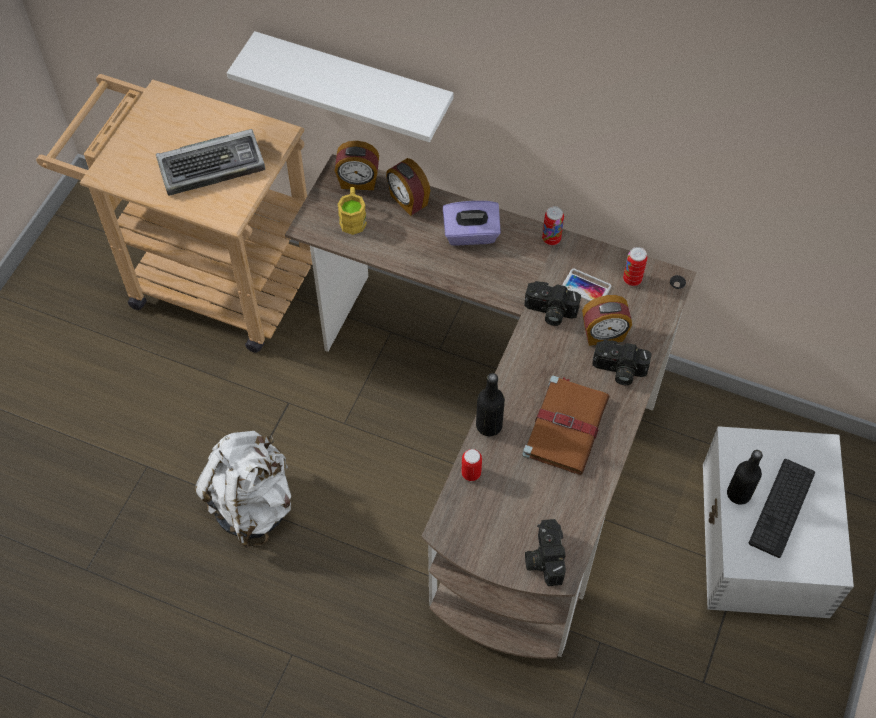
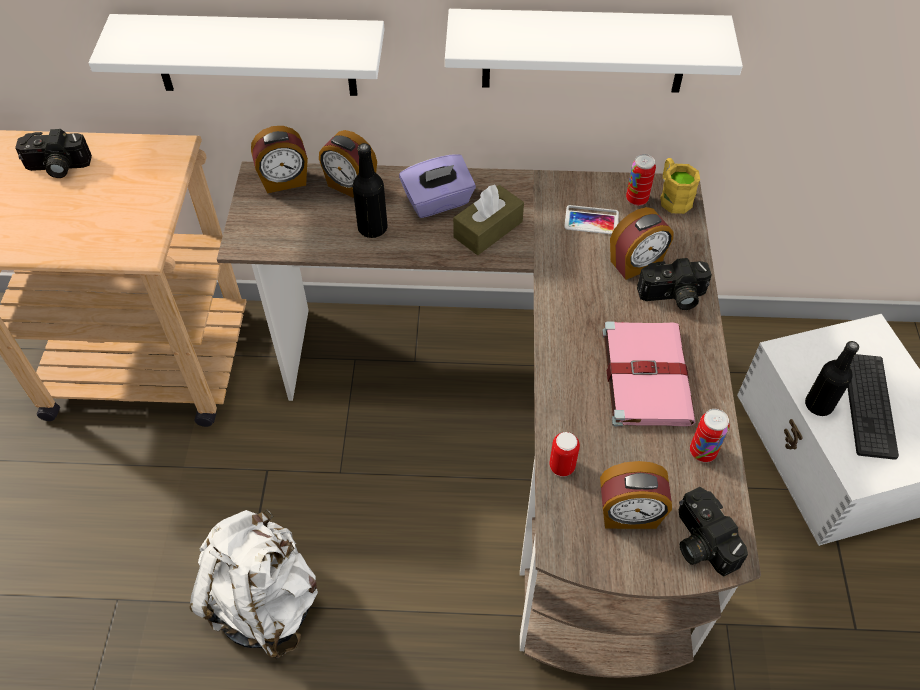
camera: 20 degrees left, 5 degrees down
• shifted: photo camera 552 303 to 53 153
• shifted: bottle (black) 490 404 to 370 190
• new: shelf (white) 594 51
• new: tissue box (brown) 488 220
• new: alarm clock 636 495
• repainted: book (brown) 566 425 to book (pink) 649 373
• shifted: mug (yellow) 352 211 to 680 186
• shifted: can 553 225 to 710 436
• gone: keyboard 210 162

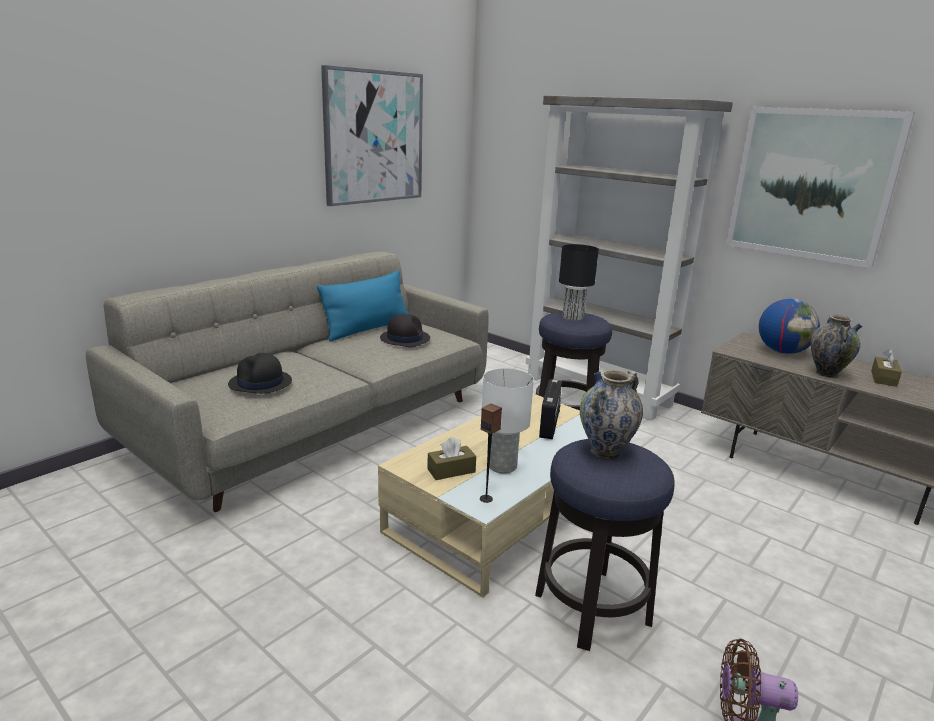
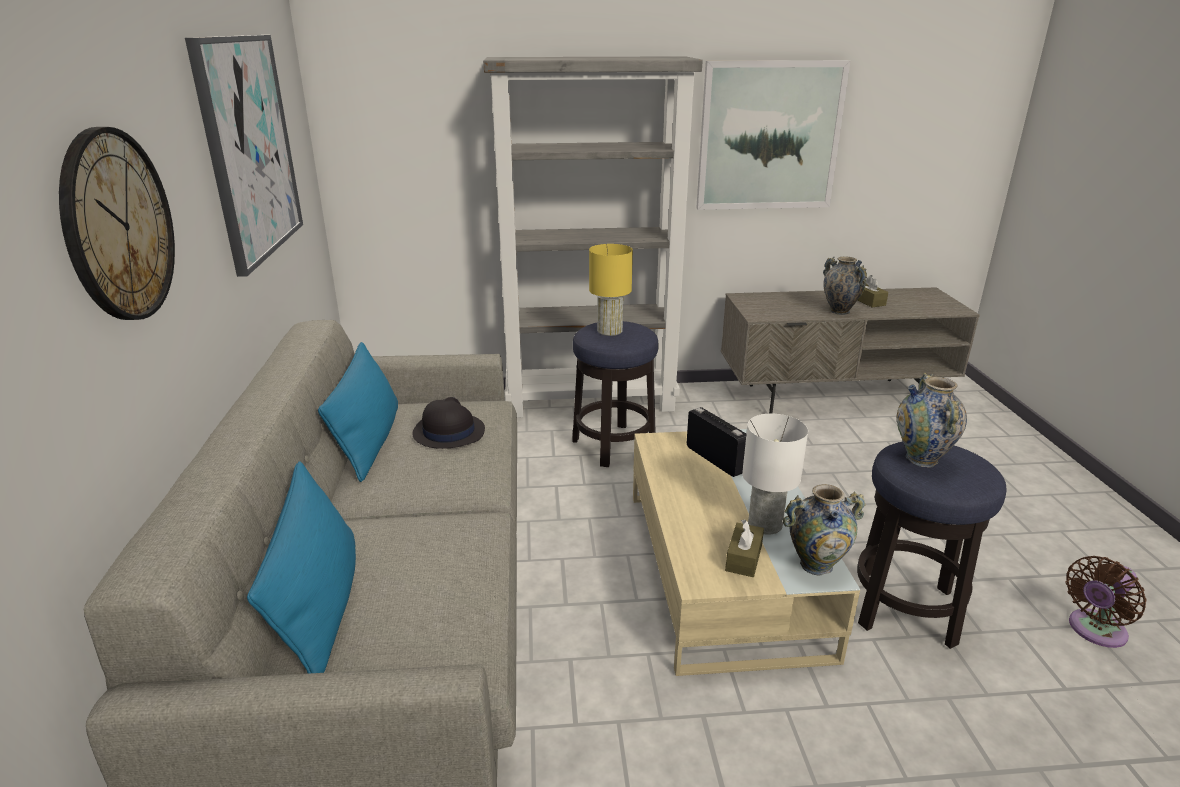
camera: 45 degrees left, 5 degrees up
• new: wall clock 117 223
• new: pillow (blue) 301 567
• repainted: table lamp (black) 579 282 to table lamp (yellow) 611 290
• swapped: speaker 491 453 to vase 824 530
• gone: hat (black) 260 373
• gone: globe 789 326

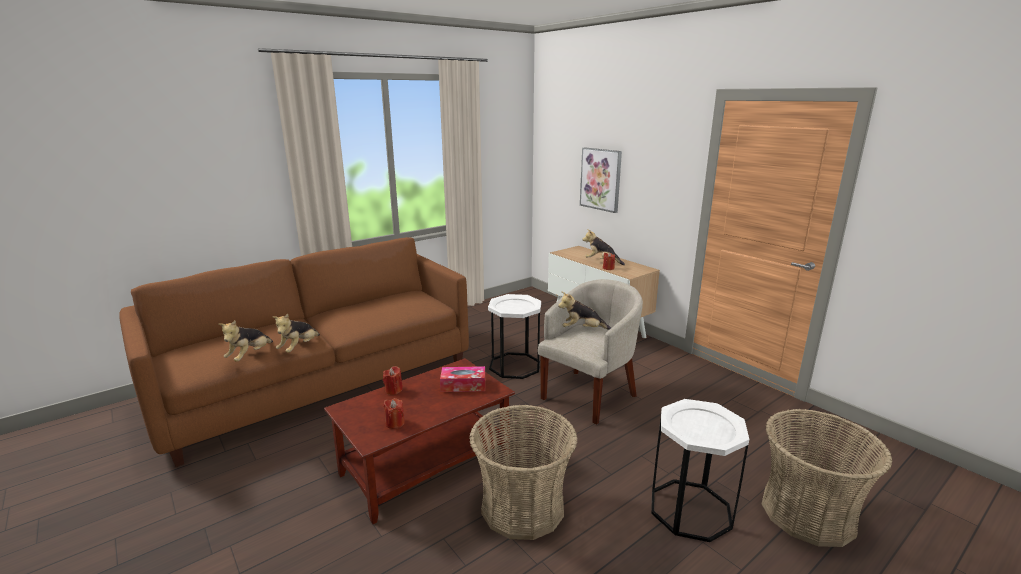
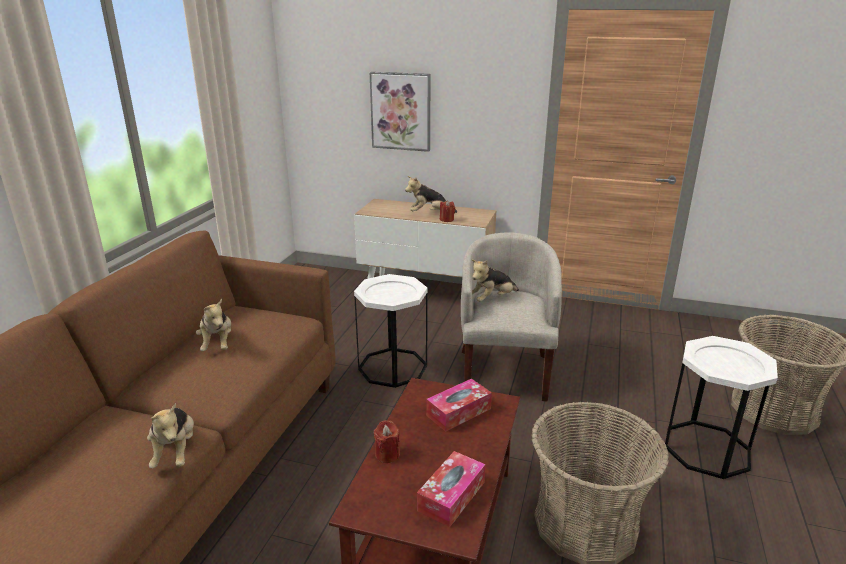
camera: 35 degrees left, 5 degrees up
• shifted: plush toy 246 341 to 213 325
• swapped: candle (red) 394 413 to tissue box 451 489

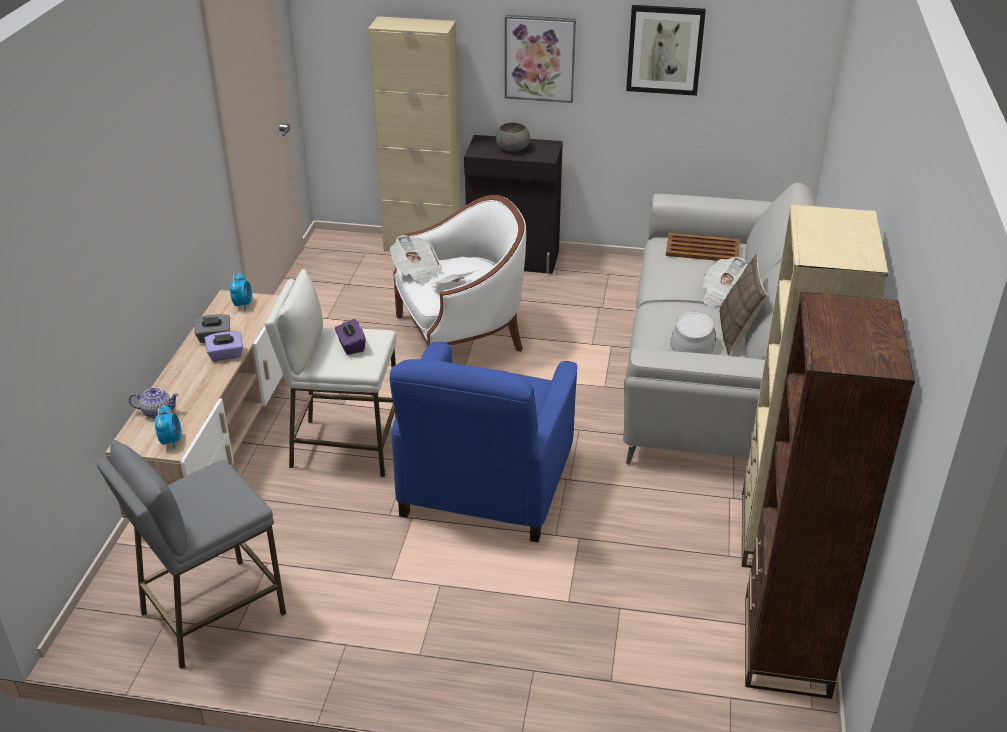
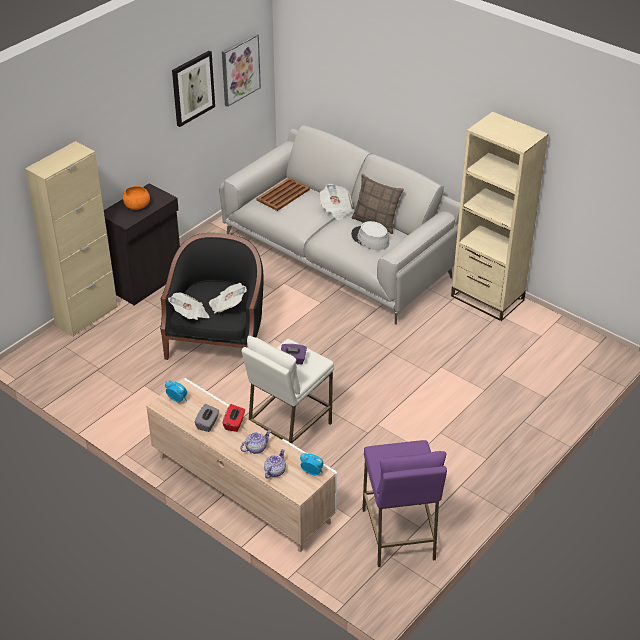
camera: 60 degrees left, 5 degrees up
• repainted: bowl (grey) 513 136 to bowl (orange) 136 198
• repainted: armchair (white) 459 273 to armchair (black) 212 296
• shifted: picture 540 59 to 241 70
• repainted: tissue box (purple) 224 346 to tissue box (red) 234 418
• new: teapot 255 442
• repainted: stool (grey) 191 554 to stool (purple) 404 503
• gone: armchair (blue) 484 442
• gone: bookcase (brown) 830 495

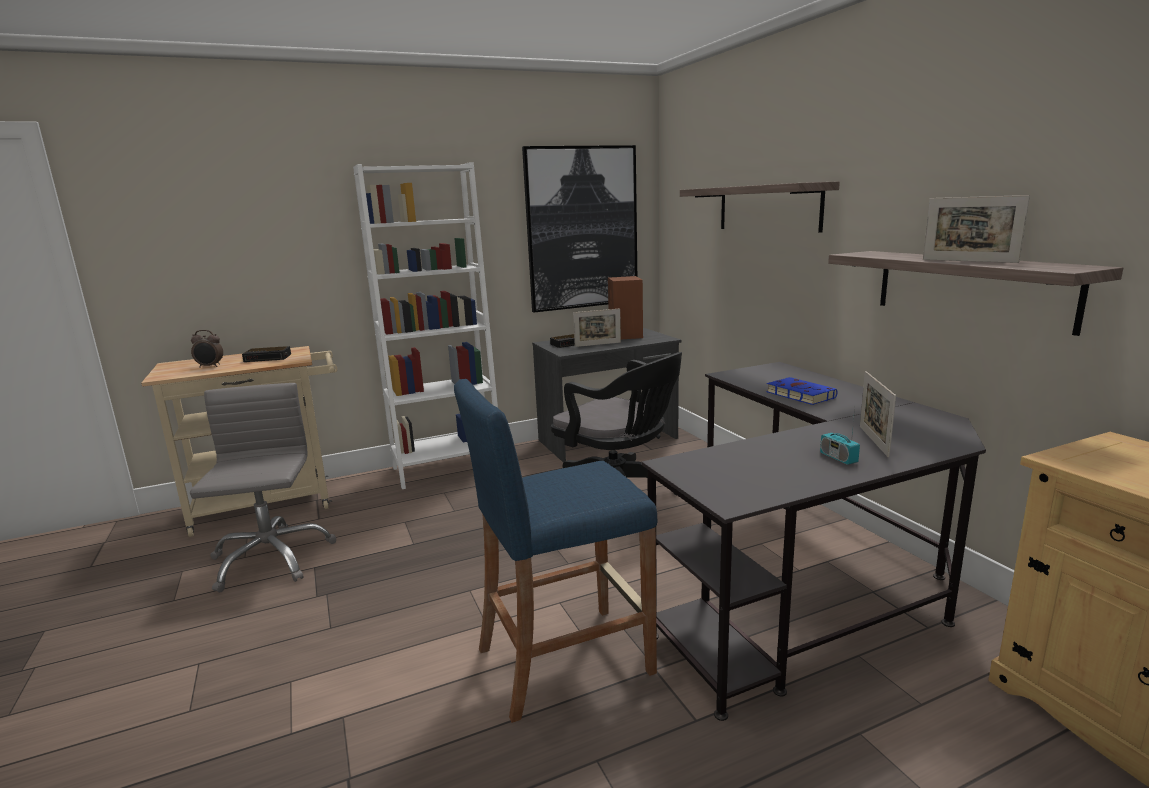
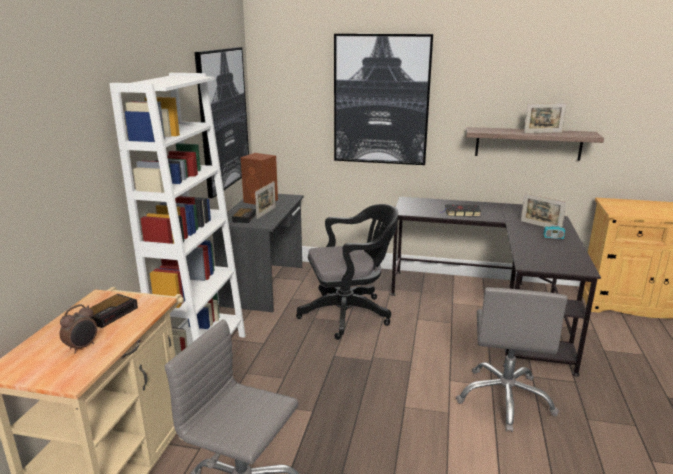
camera: 55 degrees left, 5 degrees up
• swapped: shelf 760 207 to picture 383 99
• repainted: book (blue) 801 391 to book (black) 460 211
• swapped: stool (blue) 555 551 to office chair (grey) 512 359

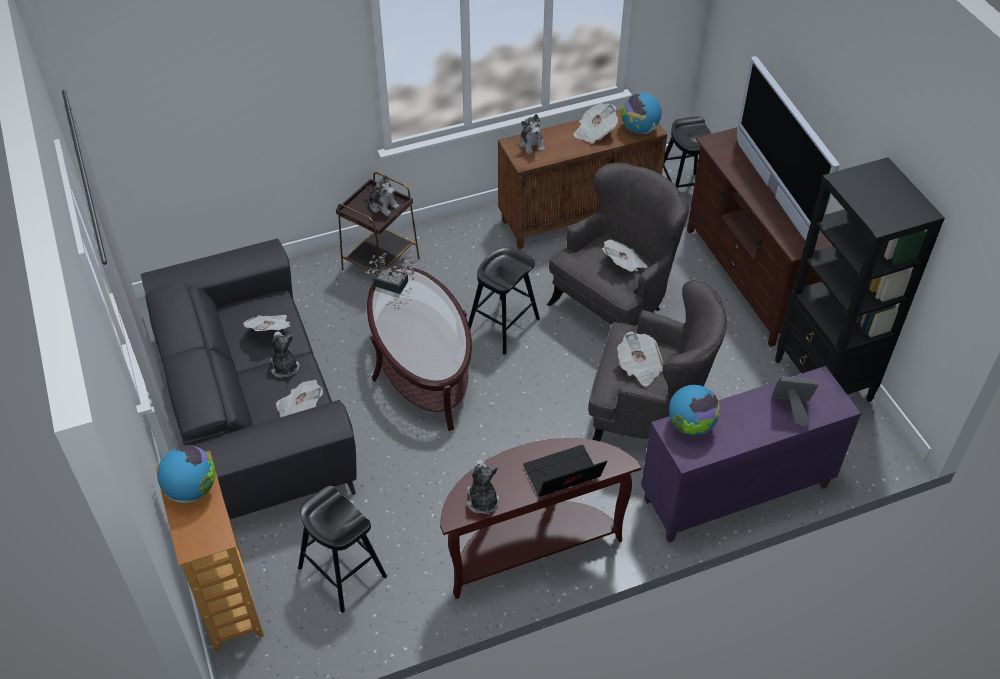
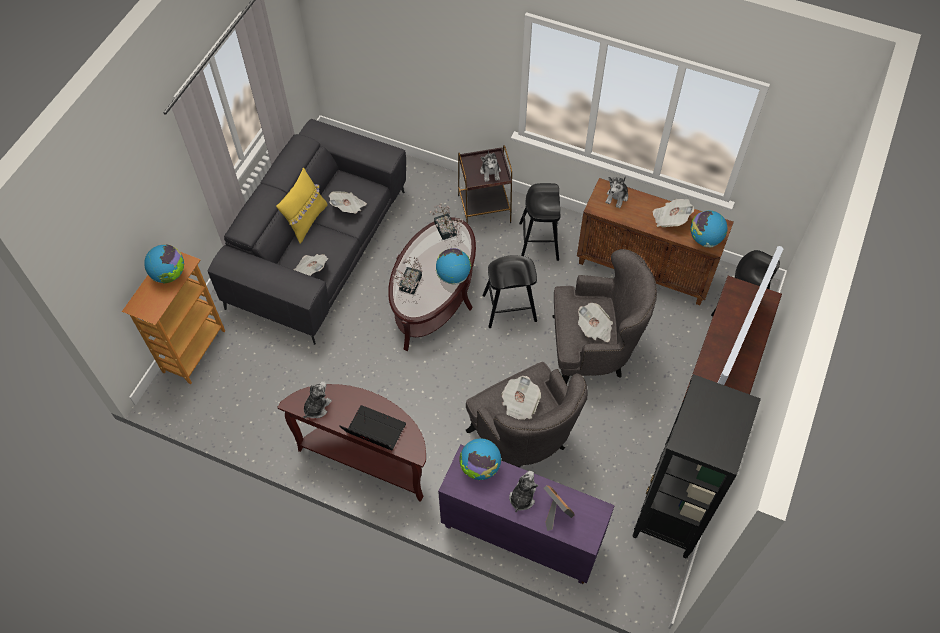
camera: 45 degrees right, 10 degrees up
• new: pillow (yellow) 302 206
• new: potted plant 407 275
• new: globe 453 266
• shifted: plush toy 285 355 to 523 491
• shifted: stool (black) 342 549 to 540 222

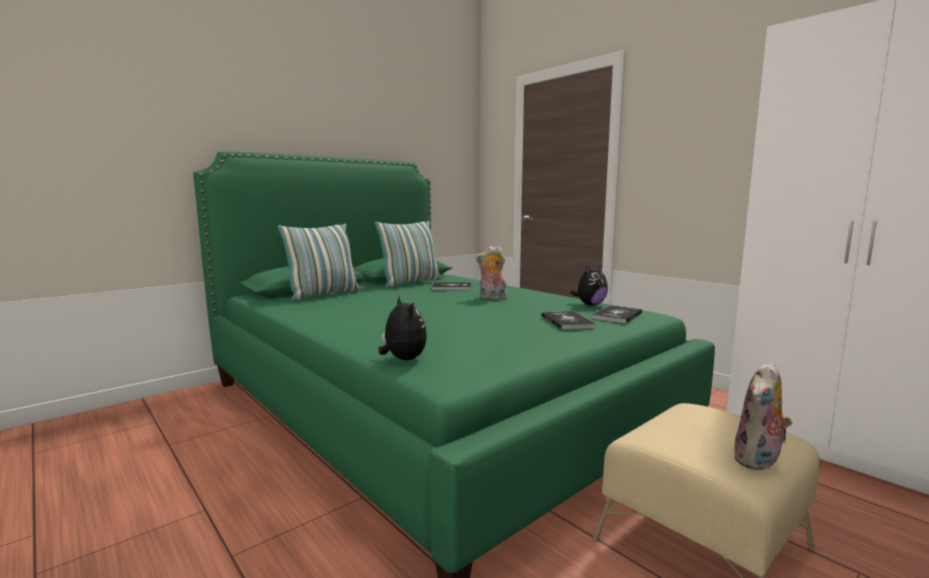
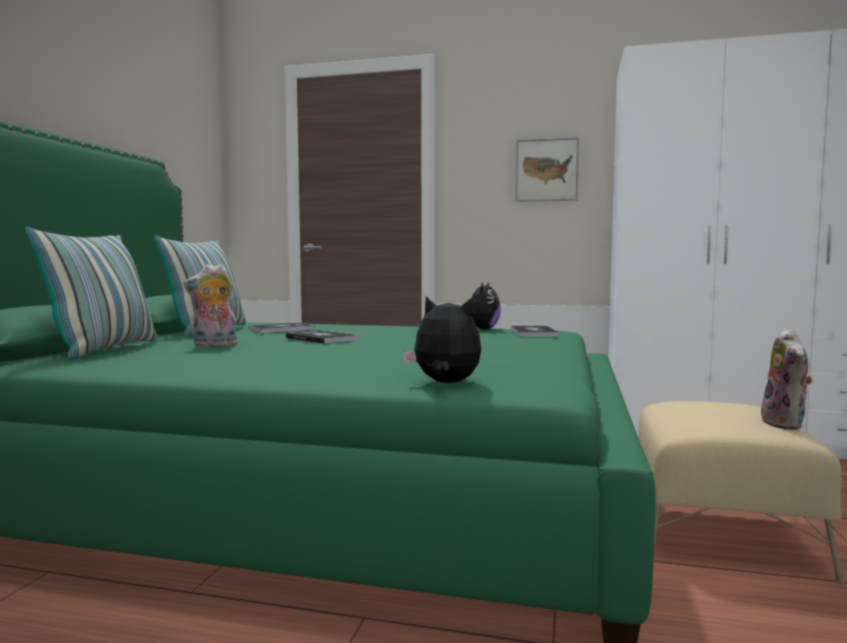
camera: 35 degrees left, 5 degrees down
• shifted: plush toy 491 272 to 210 305
• shifted: book 568 320 to 322 337
• new: picture 547 169

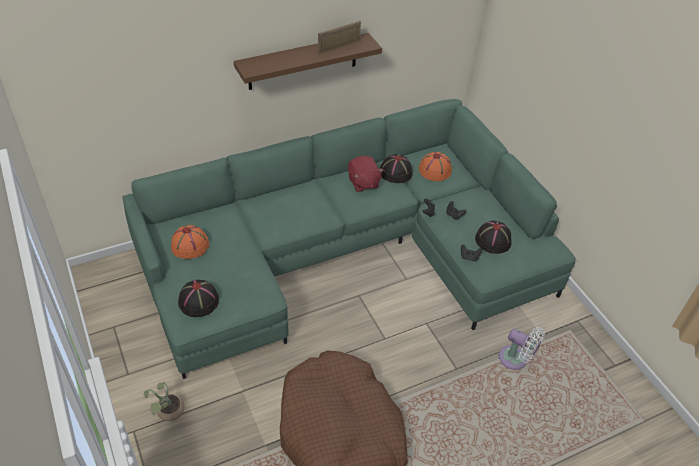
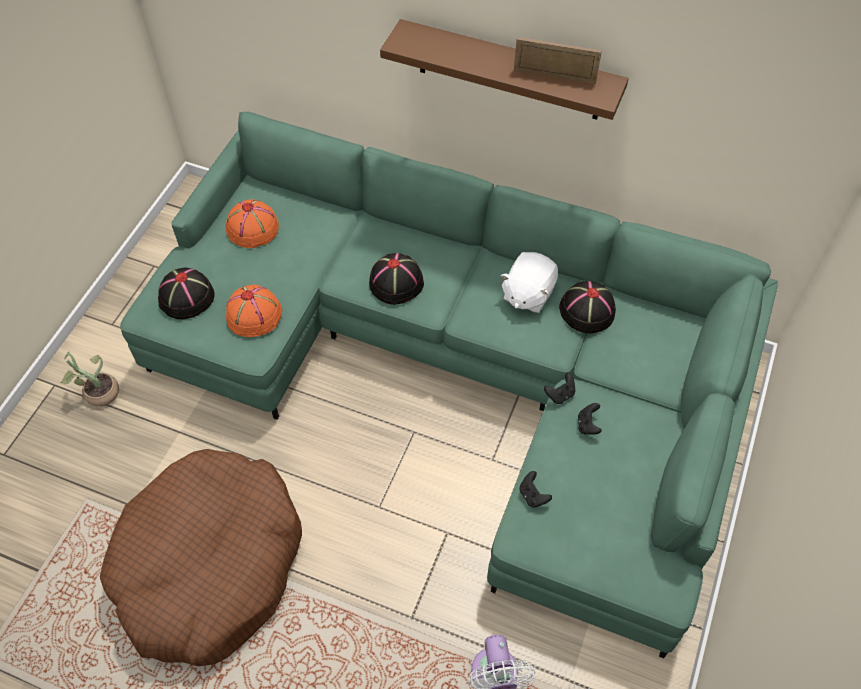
camera: 50 degrees right, 10 degrees up
• shifted: hat (orange) 435 166 to 254 311
• shifted: hat (black) 493 237 to 396 279
• repainted: plush toy (red) 365 174 to plush toy (white) 529 282

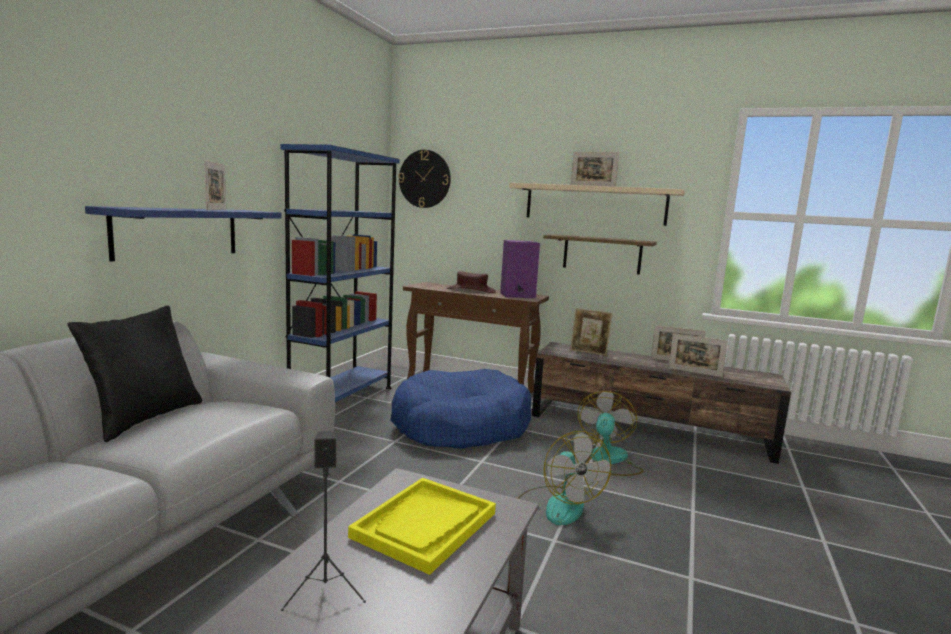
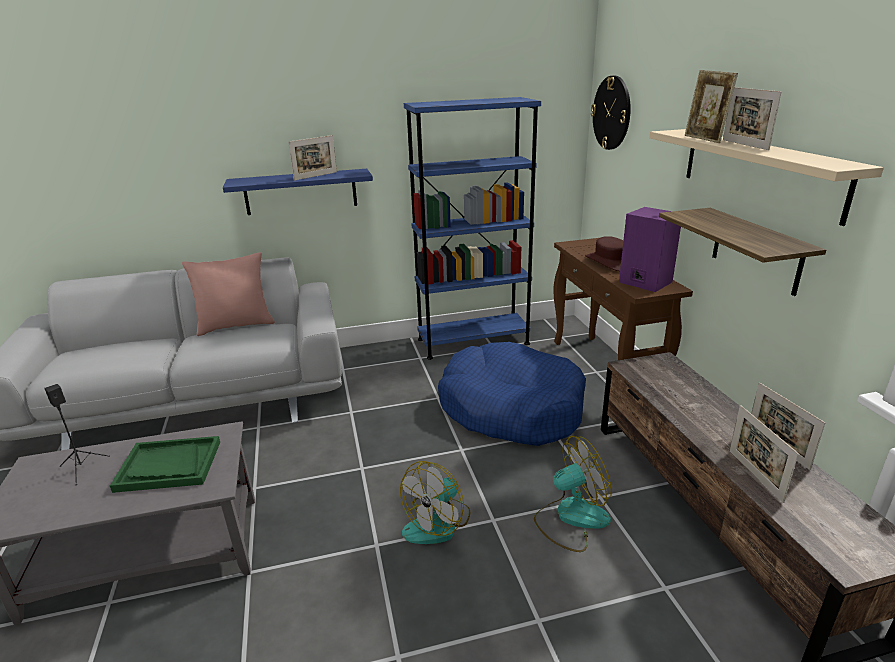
camera: 55 degrees right, 15 degrees up
• repainted: tray (yellow) 422 526 to tray (green) 165 464
• repainted: pillow (black) 135 374 to pillow (pink) 228 294
• shifted: picture frame 591 332 to 711 106

